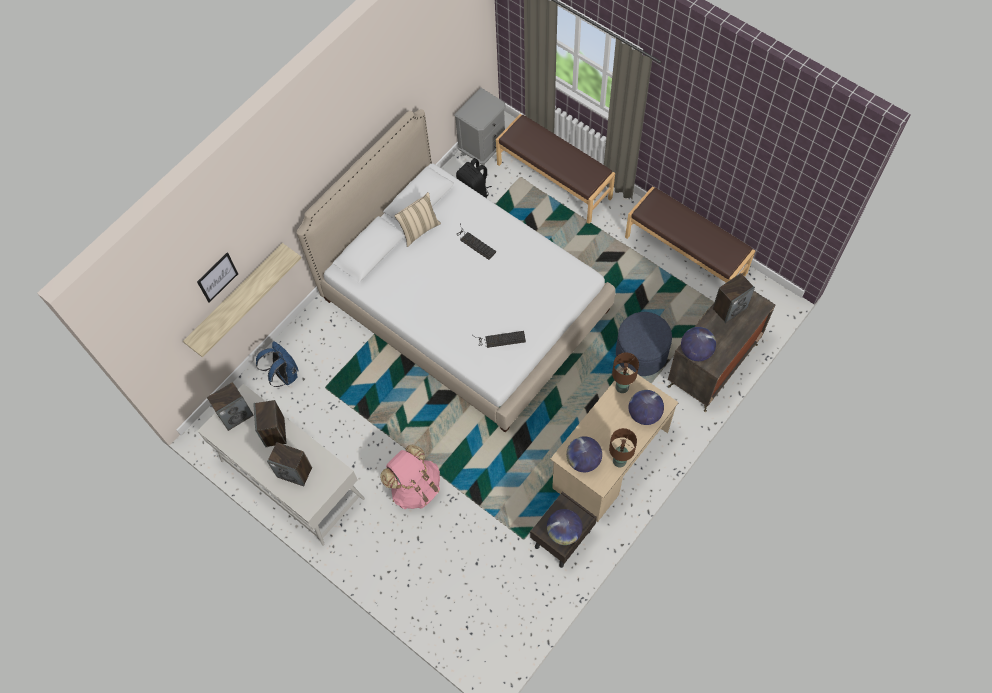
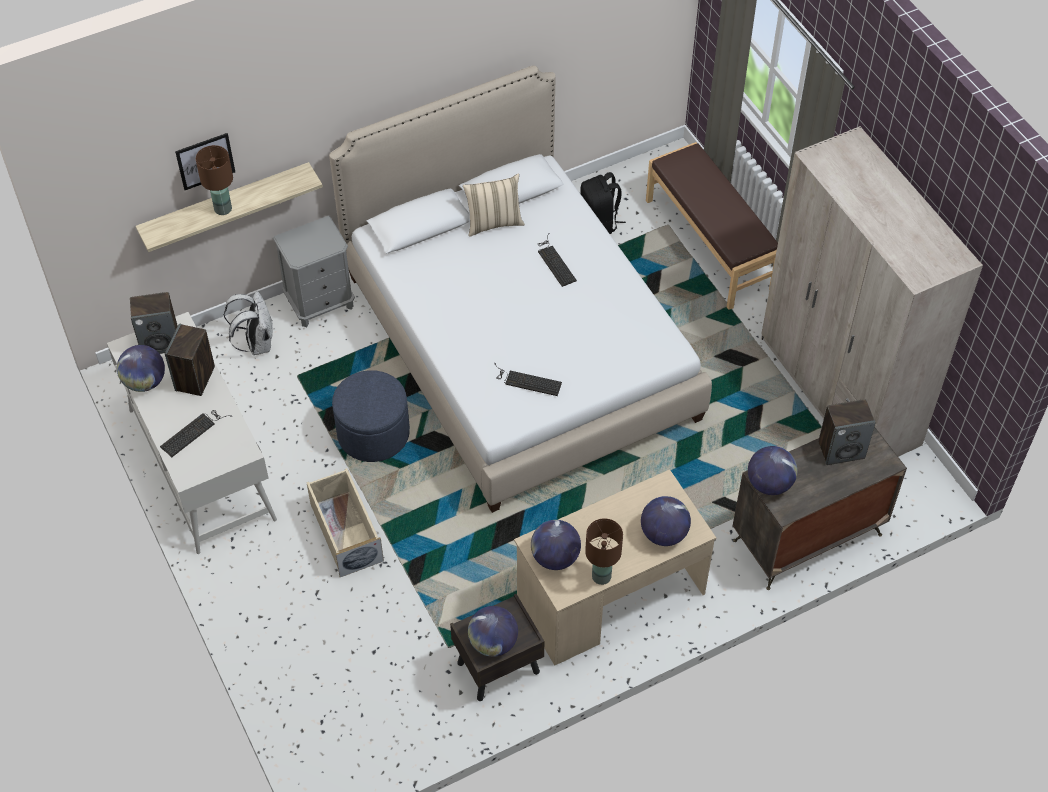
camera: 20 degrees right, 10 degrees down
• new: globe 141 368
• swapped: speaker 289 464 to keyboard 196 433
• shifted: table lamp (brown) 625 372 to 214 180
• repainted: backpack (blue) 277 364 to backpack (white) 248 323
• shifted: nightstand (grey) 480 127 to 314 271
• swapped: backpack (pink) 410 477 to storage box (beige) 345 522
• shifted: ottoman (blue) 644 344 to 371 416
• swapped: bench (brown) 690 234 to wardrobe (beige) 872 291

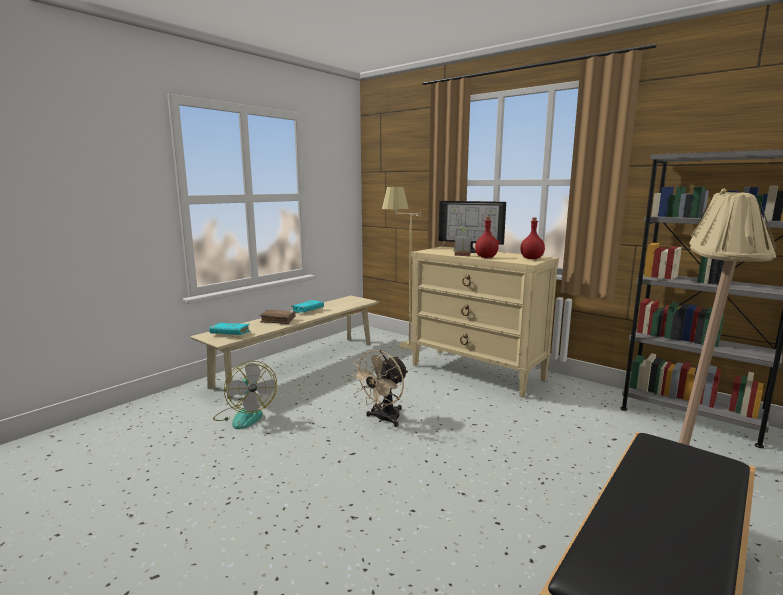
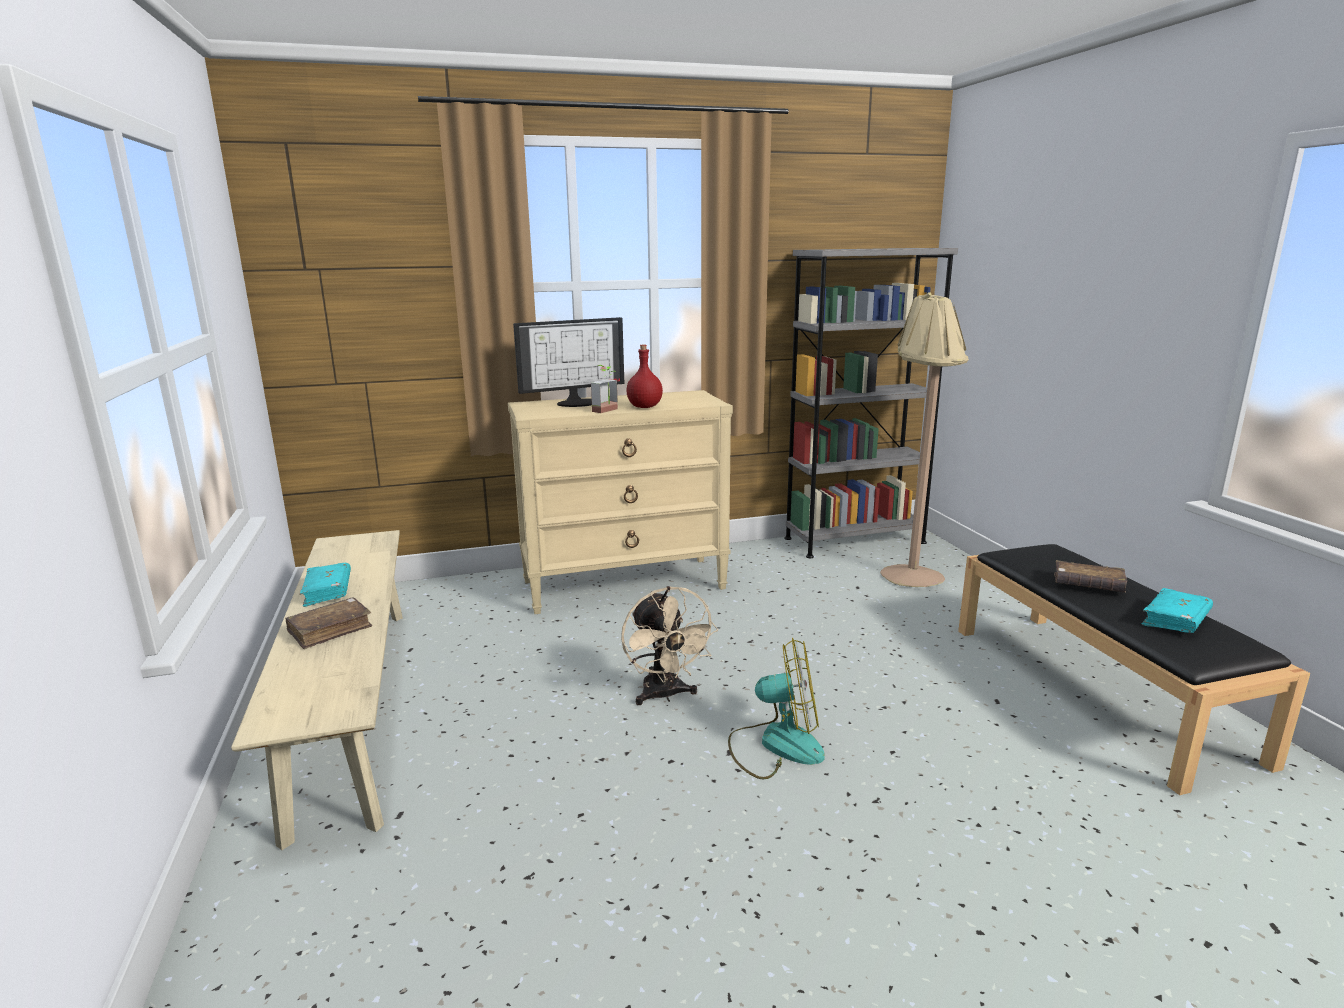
camera: 55 degrees left, 5 degrees up
• shifted: fan 245 395 to 776 708
• new: book (brown) 1090 576
• shifted: book (turquoise) 229 329 to 1177 610
• gone: floor lamp (beige) 401 268
• gone: bottle (red) 532 238

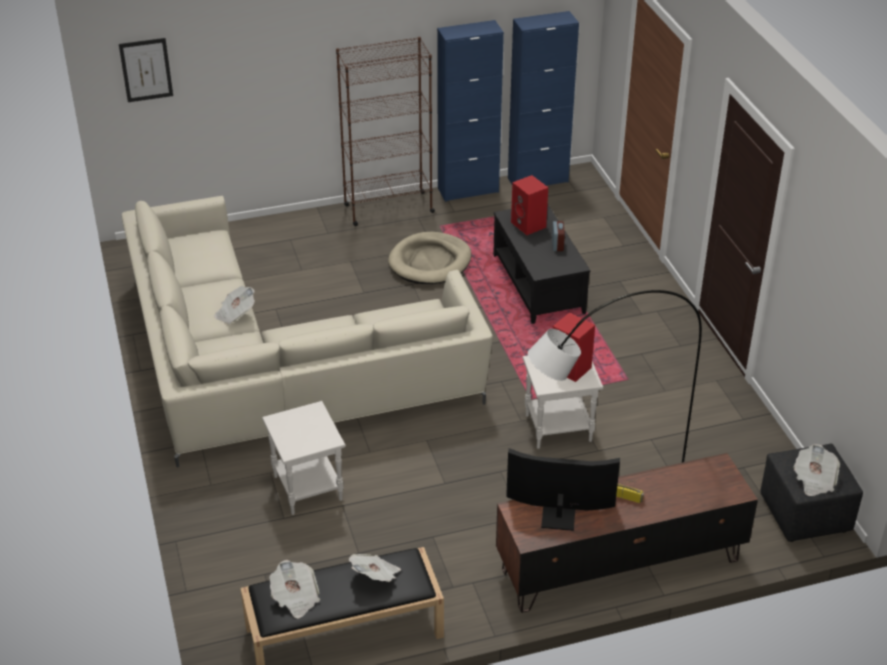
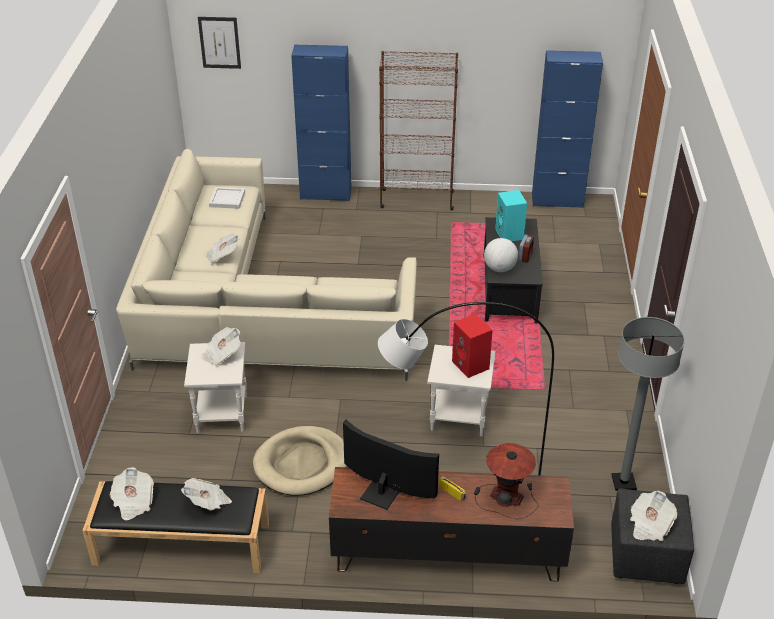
camera: 20 degrees right, 0 degrees up
• new: newspaper 220 346
• new: tray (white) 227 198
• shifted: dog bed (beige) 429 258 to 300 461
• shifted: cabinet (blue) 470 111 to 321 123
• new: table lamp 506 481
• new: globe 501 255
• repainted: speaker (red) 529 205 to speaker (turquoise) 511 215
• new: floor lamp (grey) 648 404

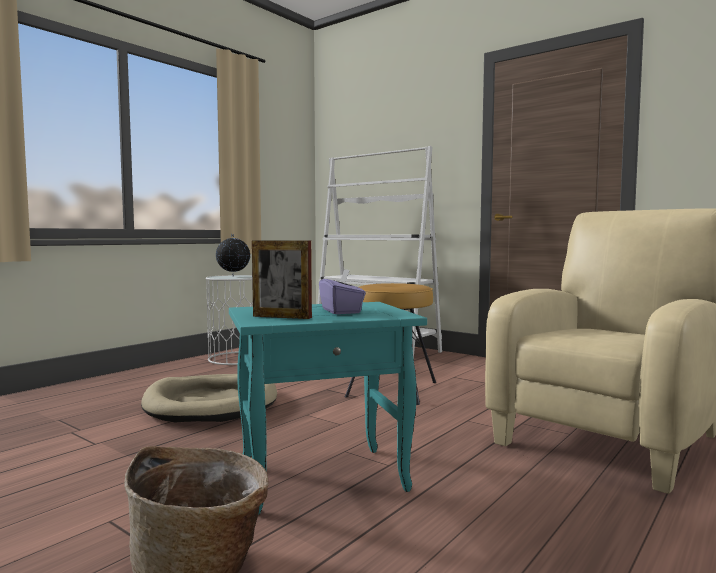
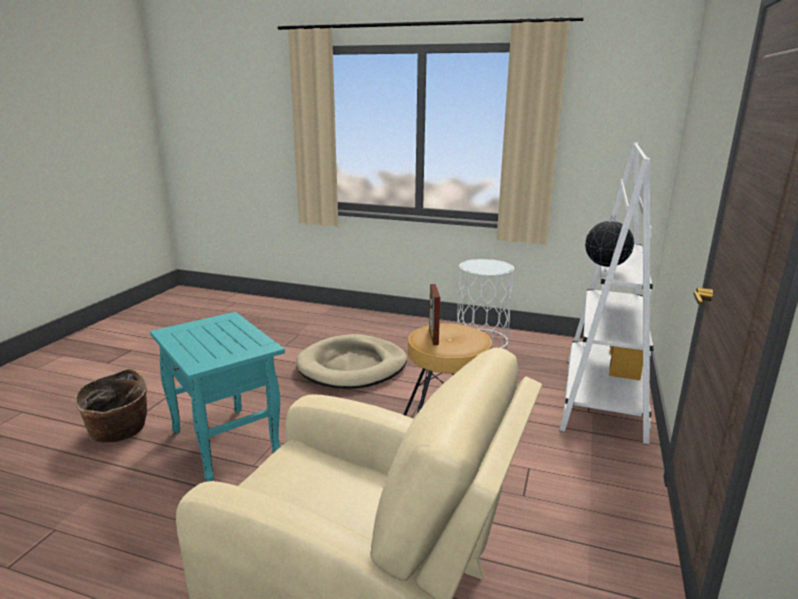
camera: 70 degrees right, 15 degrees up
• shifted: picture frame 282 279 to 434 314
• shifted: globe 233 255 to 609 244
• gone: tissue box (purple) 342 291

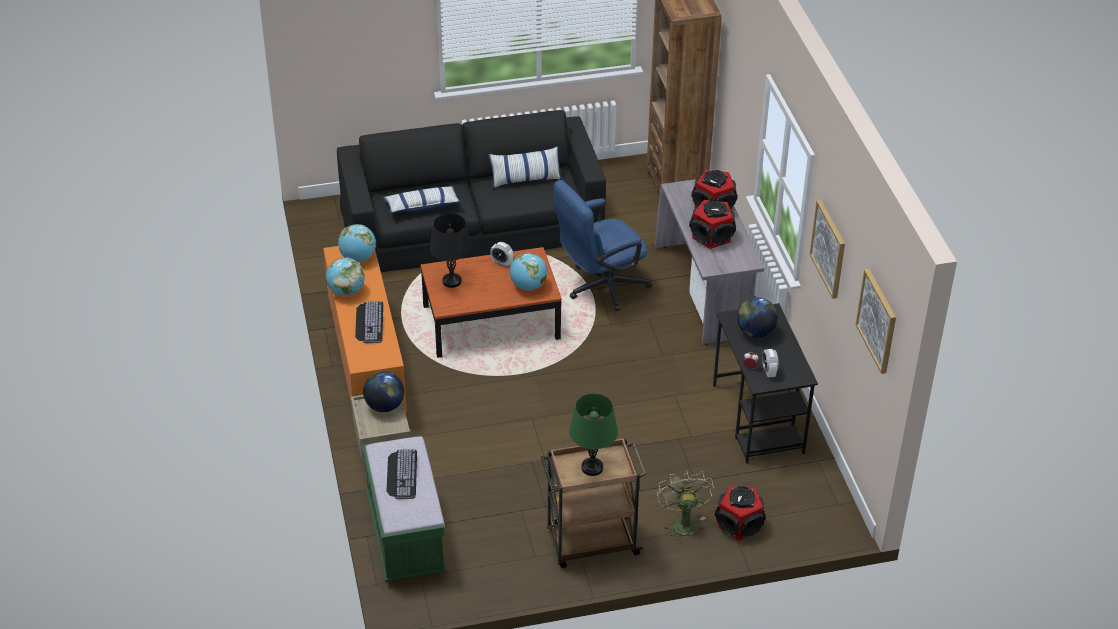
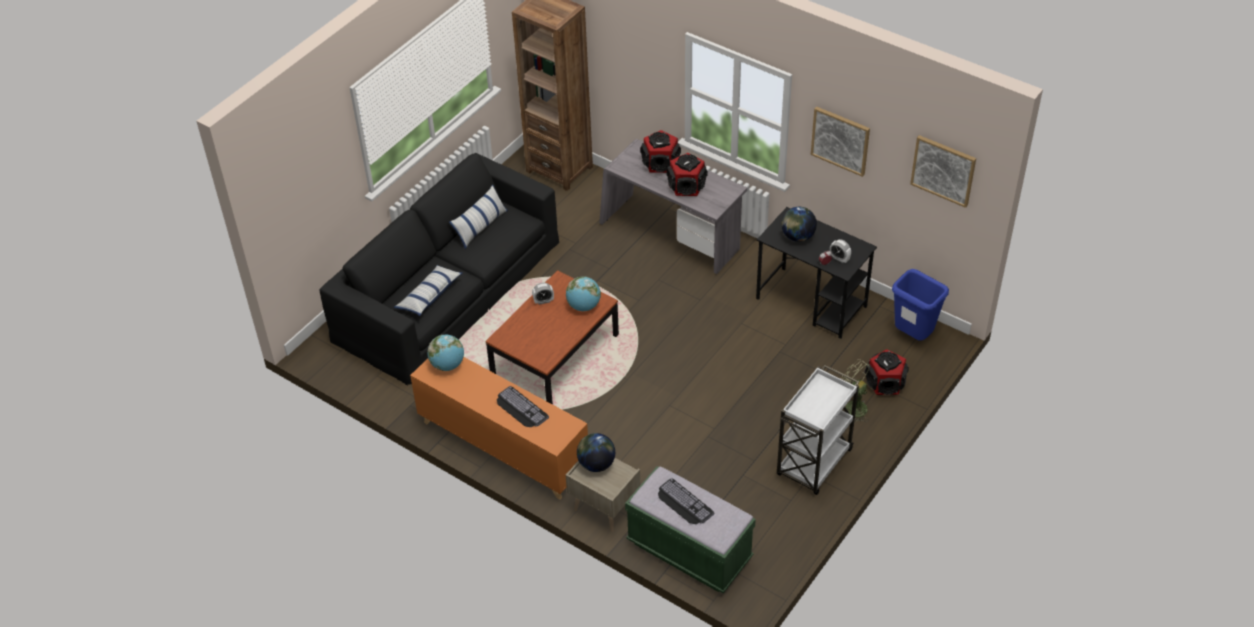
camera: 40 degrees left, 5 degrees up
• repainted: cart (brown) 594 503 to cart (white) 818 430
• new: trash can (blue) 920 304
• gone: globe 345 277
• gone: table lamp (black) 451 250
• gone: office chair (blue) 602 245
• gone: table lamp (green) 593 434

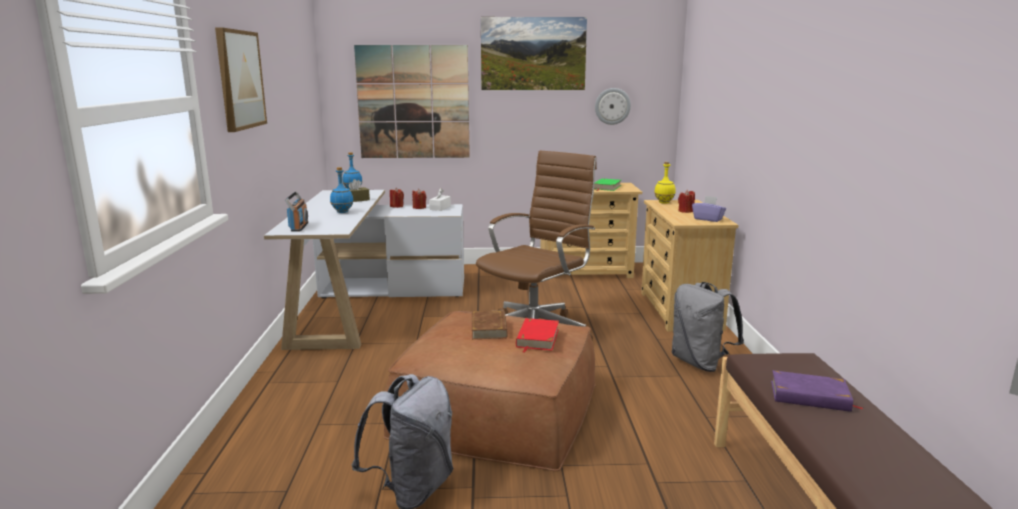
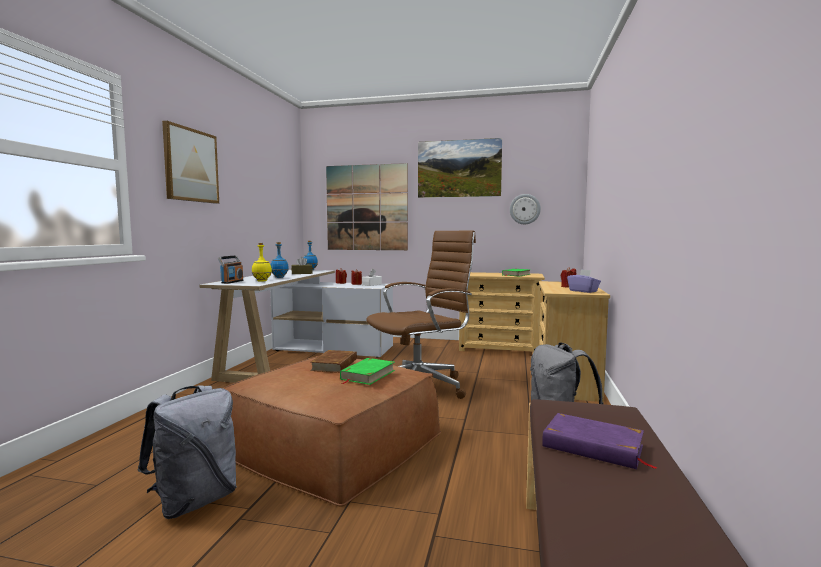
camera: 15 degrees right, 10 degrees down
• shifted: bottle (yellow) 665 182 to 262 262
• repainted: book (red) 537 335 to book (green) 367 371

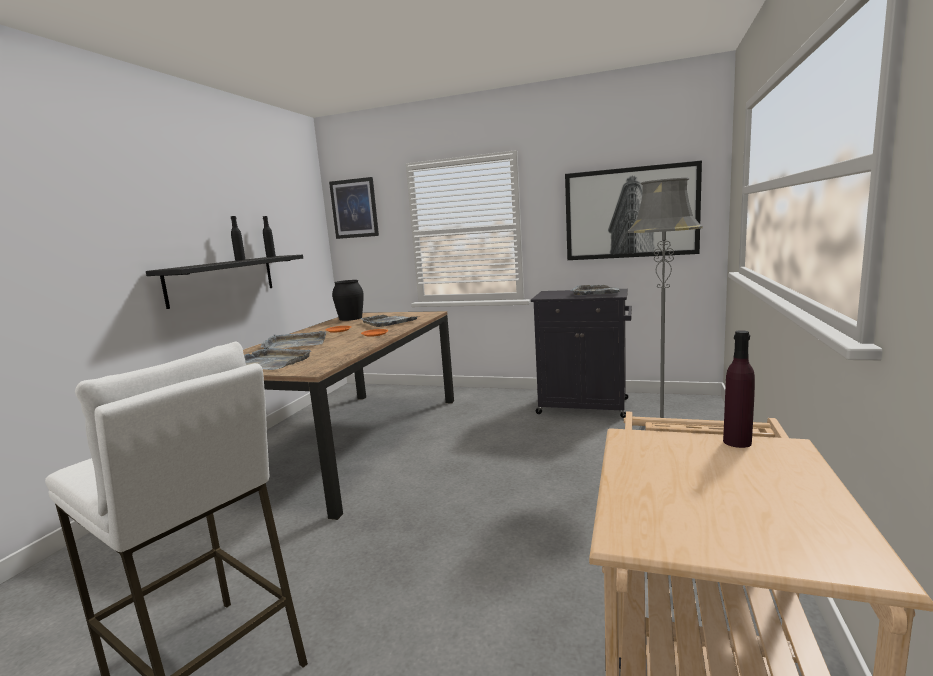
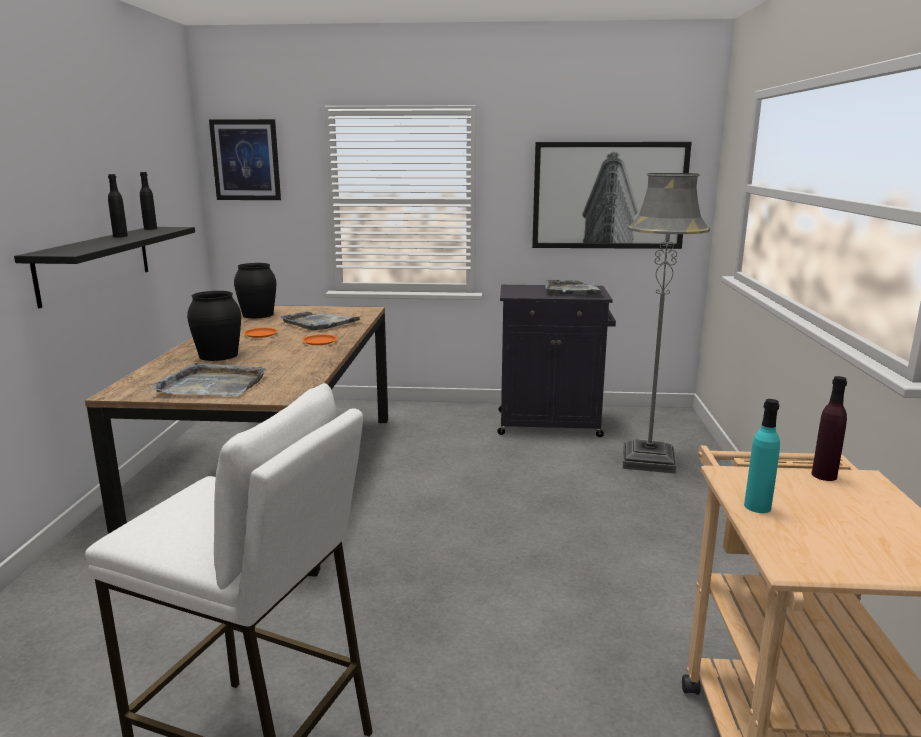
camera: 15 degrees left, 5 degrees up
• swapped: tray (grey) 293 340 to vase (black) 214 326
• new: bottle (turquoise) 762 456

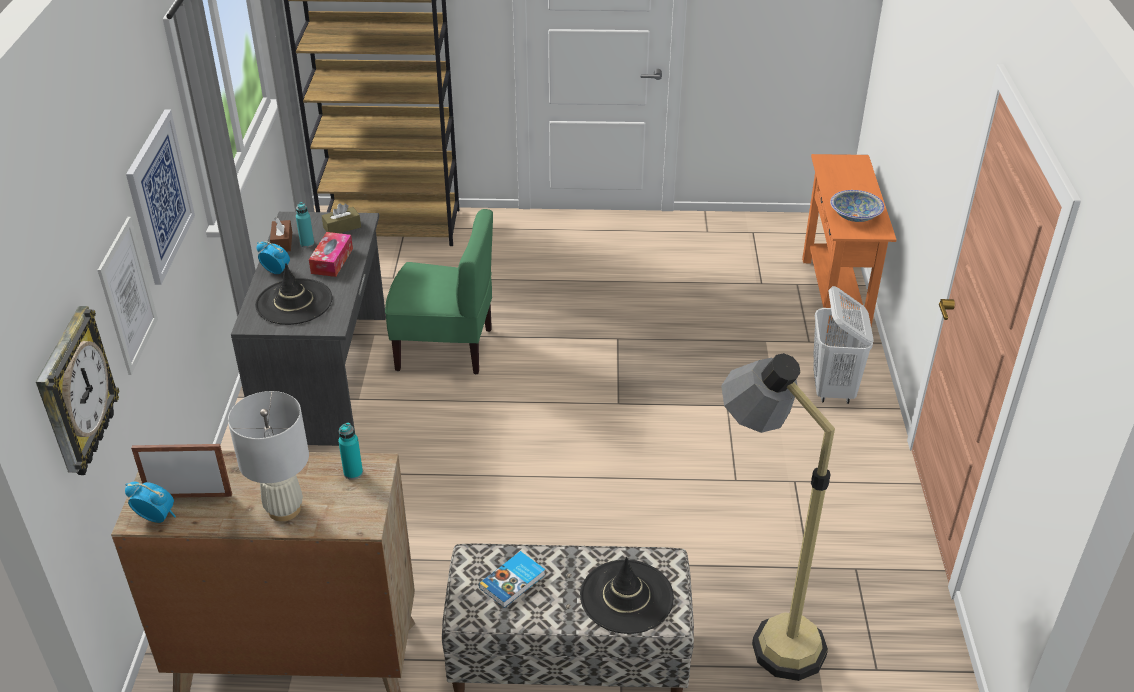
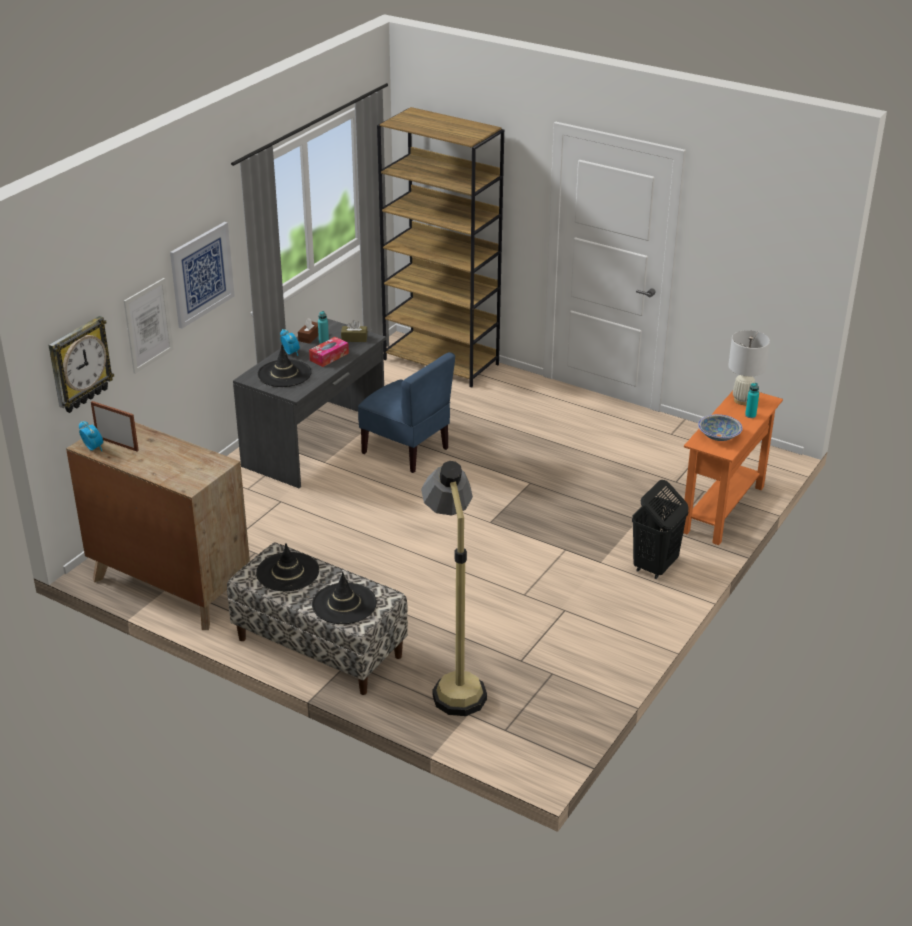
camera: 30 degrees right, 5 degrees down
• swapped: book 512 579 to hat (black) 287 567
• repainted: chair (green) 439 291 to chair (blue) 406 412
• repainted: laundry basket (white) 843 345 to laundry basket (black) 660 529
• shifted: table lamp (white) 268 456 to 749 367
• shifted: bottle (turquoise) 350 451 to 752 400

